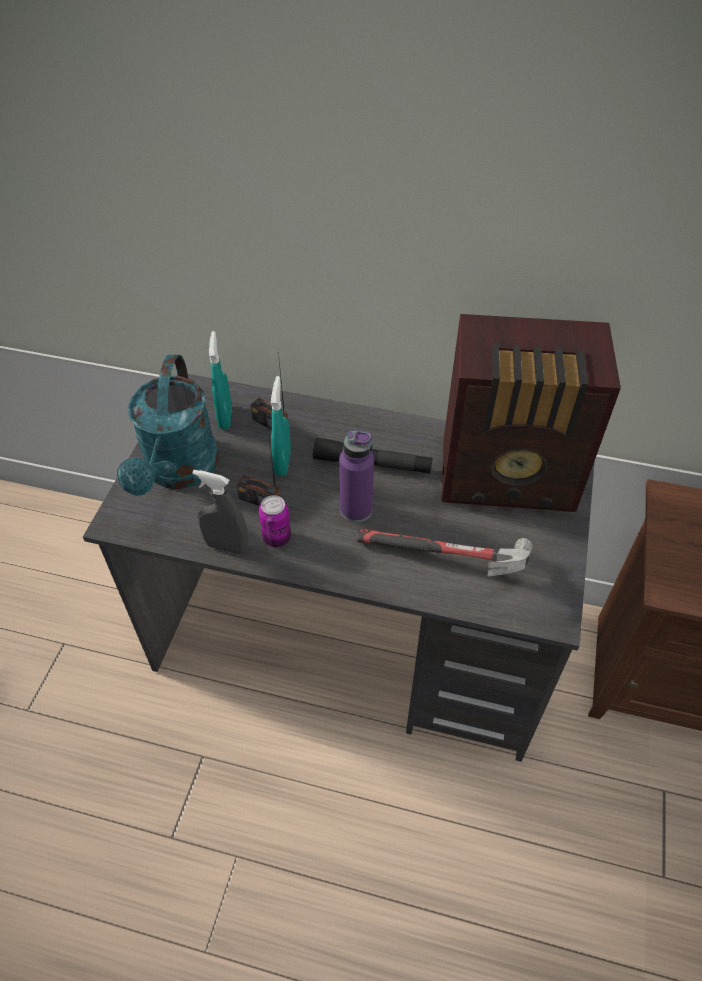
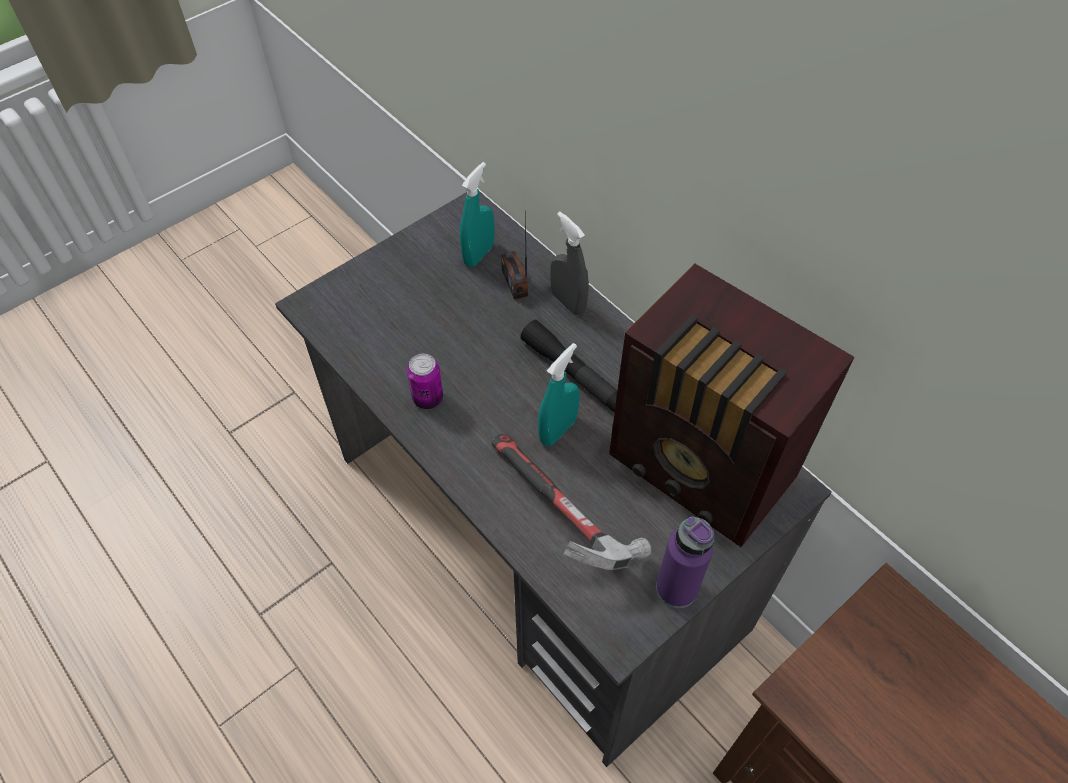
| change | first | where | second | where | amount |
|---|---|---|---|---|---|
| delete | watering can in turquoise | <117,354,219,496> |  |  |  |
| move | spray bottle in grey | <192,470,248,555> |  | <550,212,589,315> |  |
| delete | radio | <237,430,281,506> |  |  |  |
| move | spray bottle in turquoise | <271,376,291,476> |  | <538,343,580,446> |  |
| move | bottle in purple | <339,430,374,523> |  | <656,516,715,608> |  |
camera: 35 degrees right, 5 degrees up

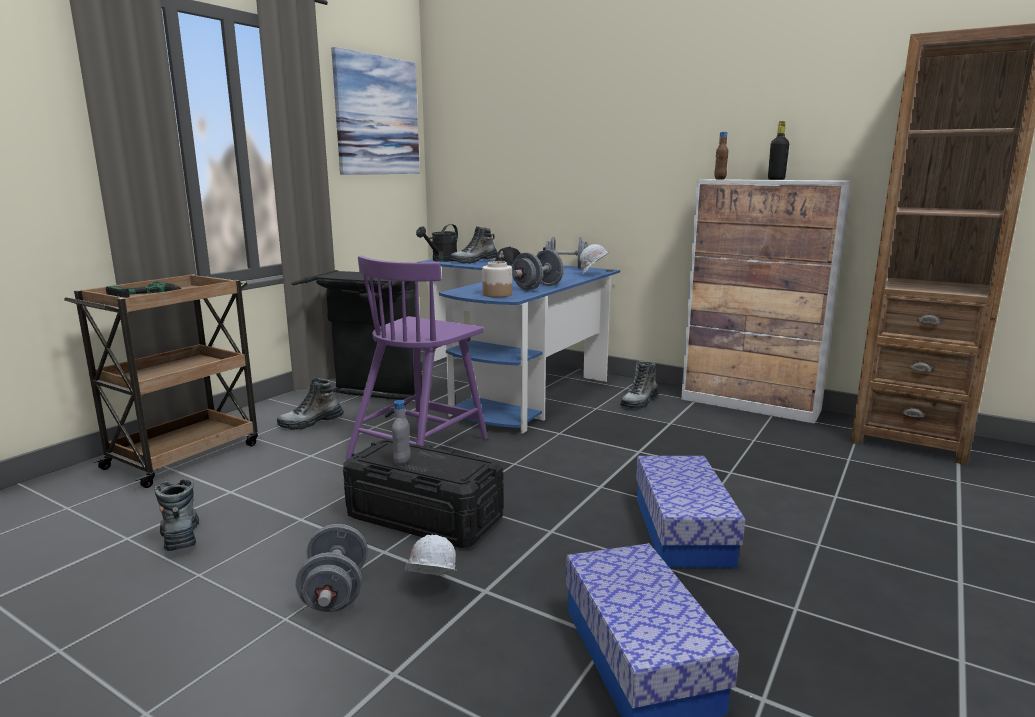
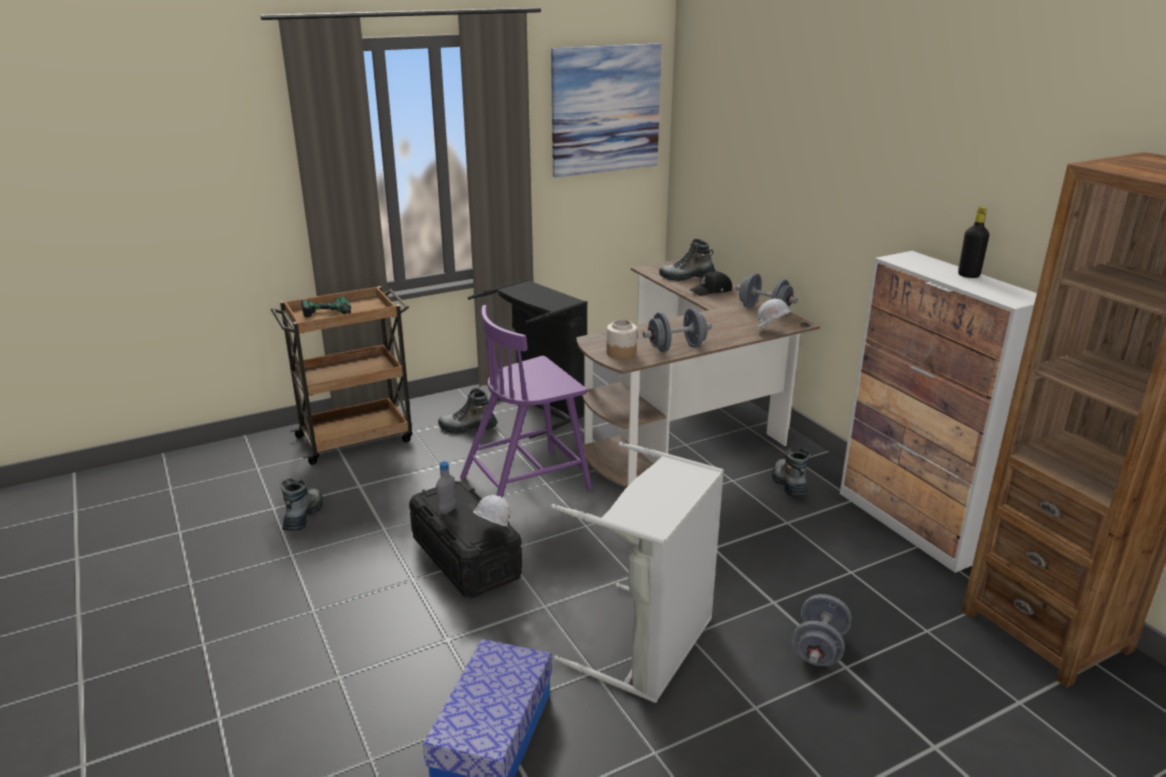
| change | first | where | second | where | amount |
|---|---|---|---|---|---|
| move | dumbbell in grey | <296,524,368,612> |  | <792,594,852,666> |  |
| move | hard hat in white | <405,535,456,576> |  | <473,495,511,527> |  |
| delete | watering can in black | <416,224,458,262> |  |  |  |
| recolor | desk in blue | <419,259,620,434> | desk in brown | <576,259,820,487> |  |
| rotate | boot | <620,360,659,409> |  | <772,448,810,497> | 105 degrees clockwise |
| replace | storage box | <636,456,745,568> | laundry basket in grey | <551,442,724,703> |  |
| delete | bottle in brown | <714,132,728,180> |  |  |  |
camera: 30 degrees right, 10 degrees up

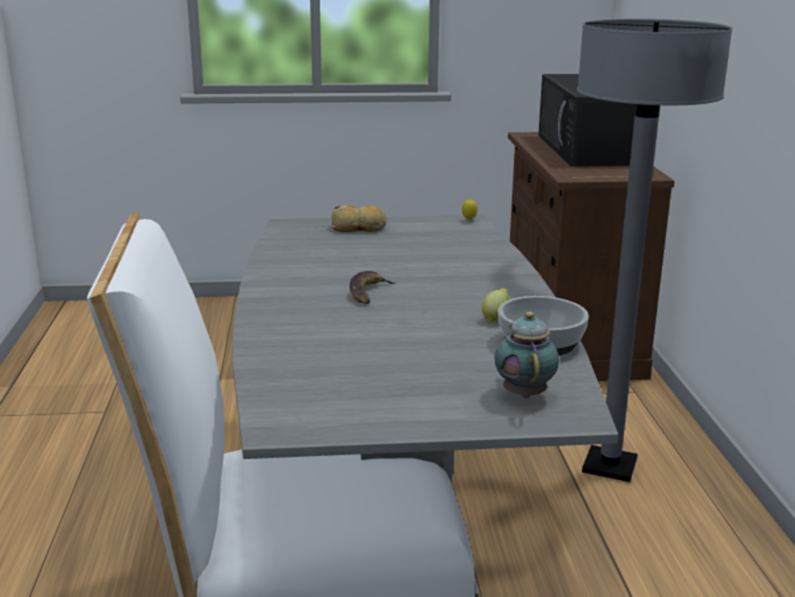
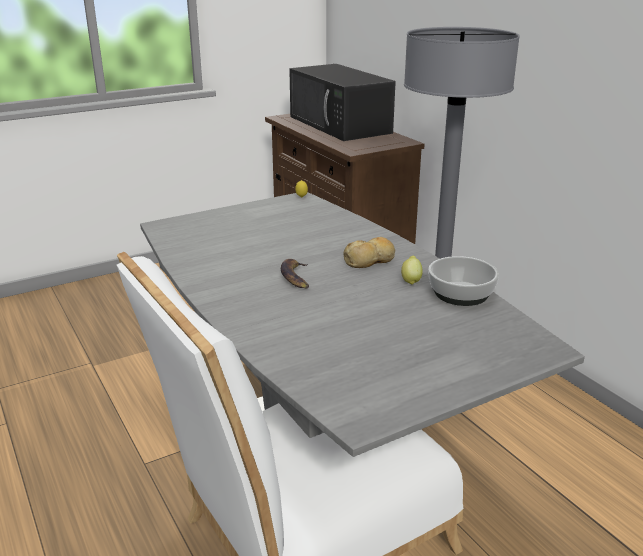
| change | first | where | second | where | amount |
|---|---|---|---|---|---|
| move | bread | <331,205,387,232> |  | <343,237,395,268> |  |
| delete | teapot | <494,312,559,398> |  |  |  |
camera: 25 degrees left, 5 degrees up

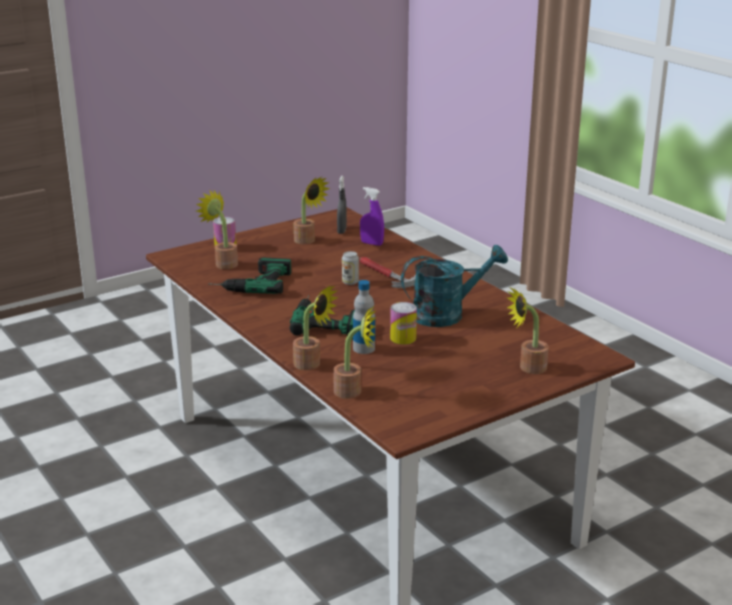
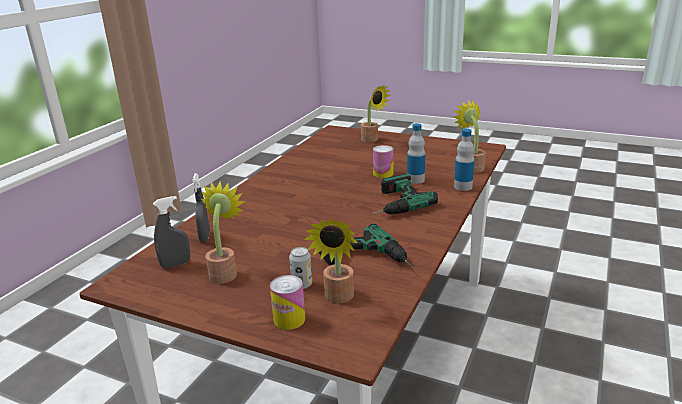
| change | first | where | second | where | amount |
|---|---|---|---|---|---|
| replace | potted plant | <293,285,339,370> | bottle | <454,129,474,191> |  |
| move | can | <342,251,359,285> |  | <289,247,312,289> |  |
| recolor | spray bottle in purple | <360,187,384,246> | spray bottle in grey | <192,173,210,242> |  |
| delete | hammer | <360,257,416,288> |  |  |  |
| delete | watering can in turquoise | <401,245,508,327> |  |  |  |
camera: 120 degrees left, 0 degrees up

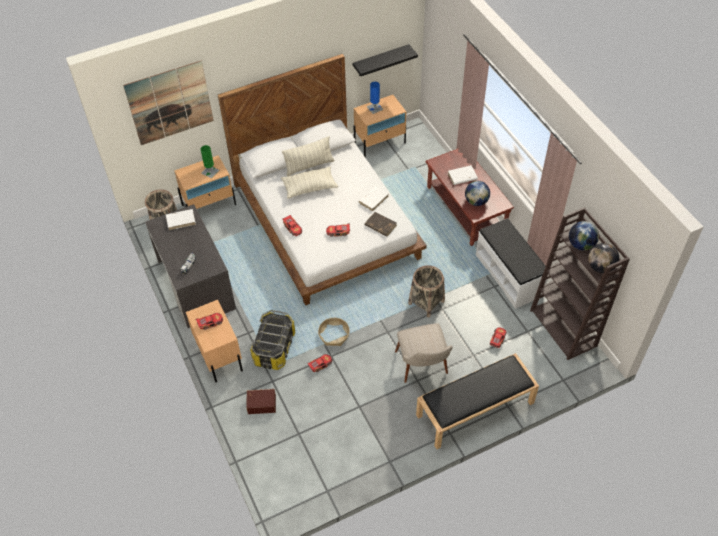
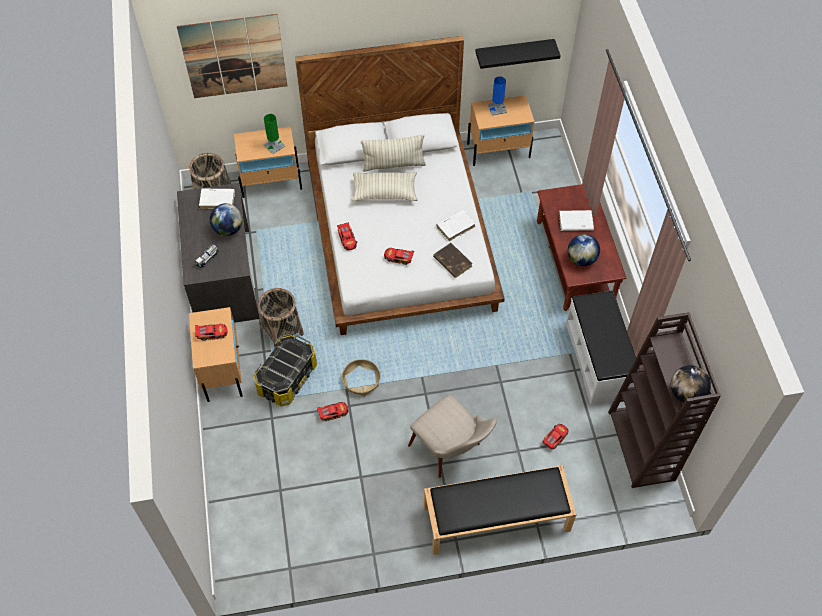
| change | first | where | second | where | amount |
|---|---|---|---|---|---|
| delete | storage box in brown | <246,389,276,414> |  |  |  |
| rotate | chair in beige | <395,323,453,383> |  | <408,394,497,478> | 45 degrees counterclockwise |
| move | basket | <408,265,445,317> |  | <258,288,304,348> |  |
| move | globe | <569,221,599,250> |  | <210,203,243,236> |  |
camera: 15 degrees right, 5 degrees up

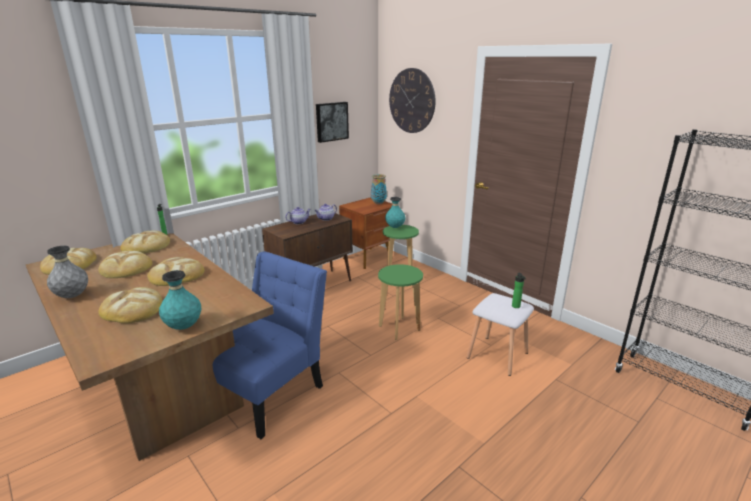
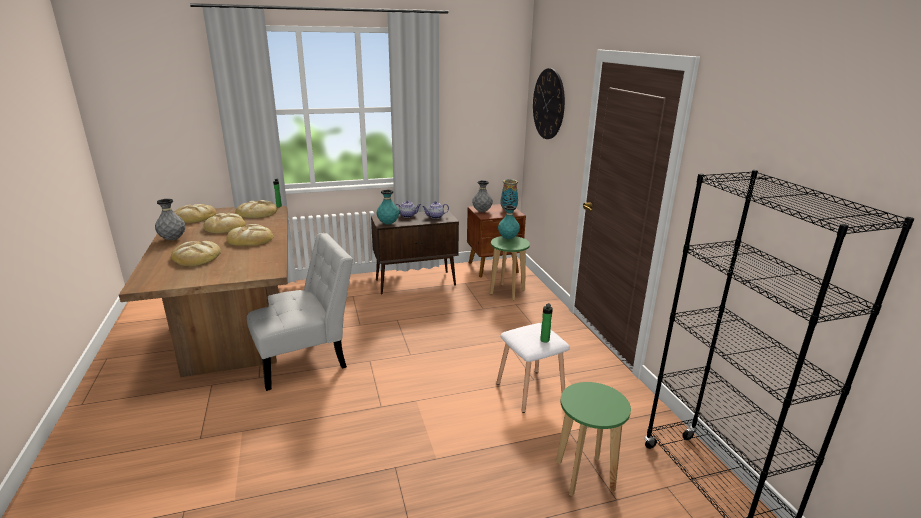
| change | first | where | second | where | amount |
|---|---|---|---|---|---|
| move | vase in turquoise | <159,270,201,330> |  | <376,190,399,224> |  |
| recolor | chair in blue | <213,251,327,439> | chair in white | <247,233,353,391> |  |
| delete | picture | <316,102,349,143> |  |  |  |
| move | stool in green | <378,264,423,340> |  | <556,382,631,496> |  |
| insert |  |  | vase in grey | <472,180,493,212> |  |
camera: 25 degrees right, 0 degrees up

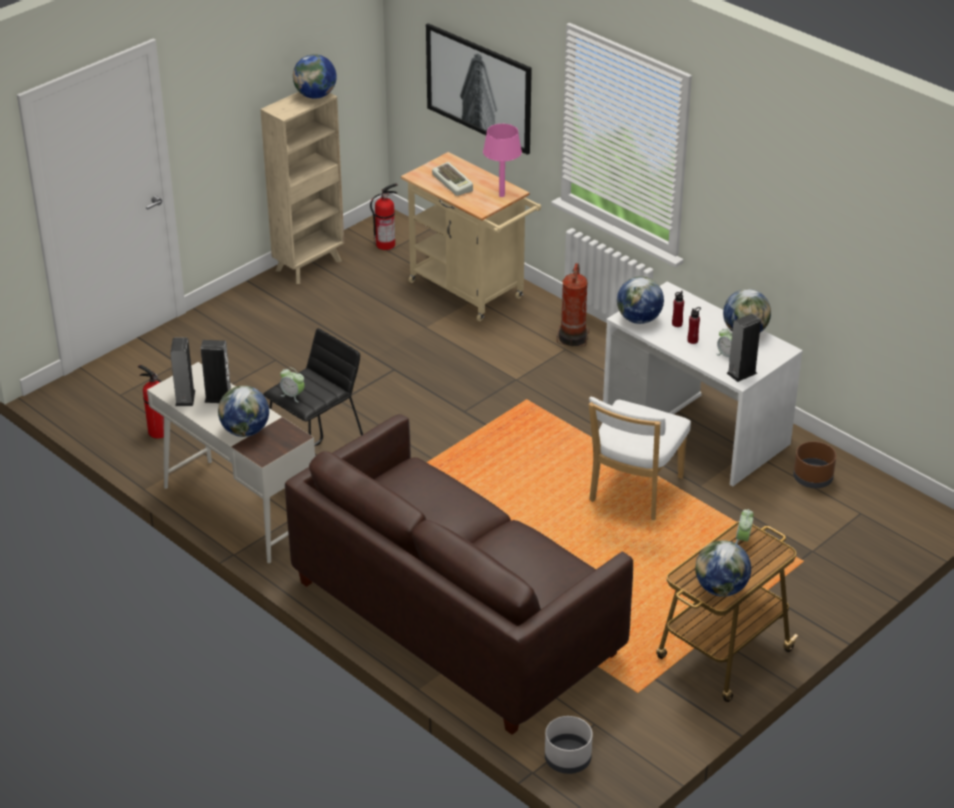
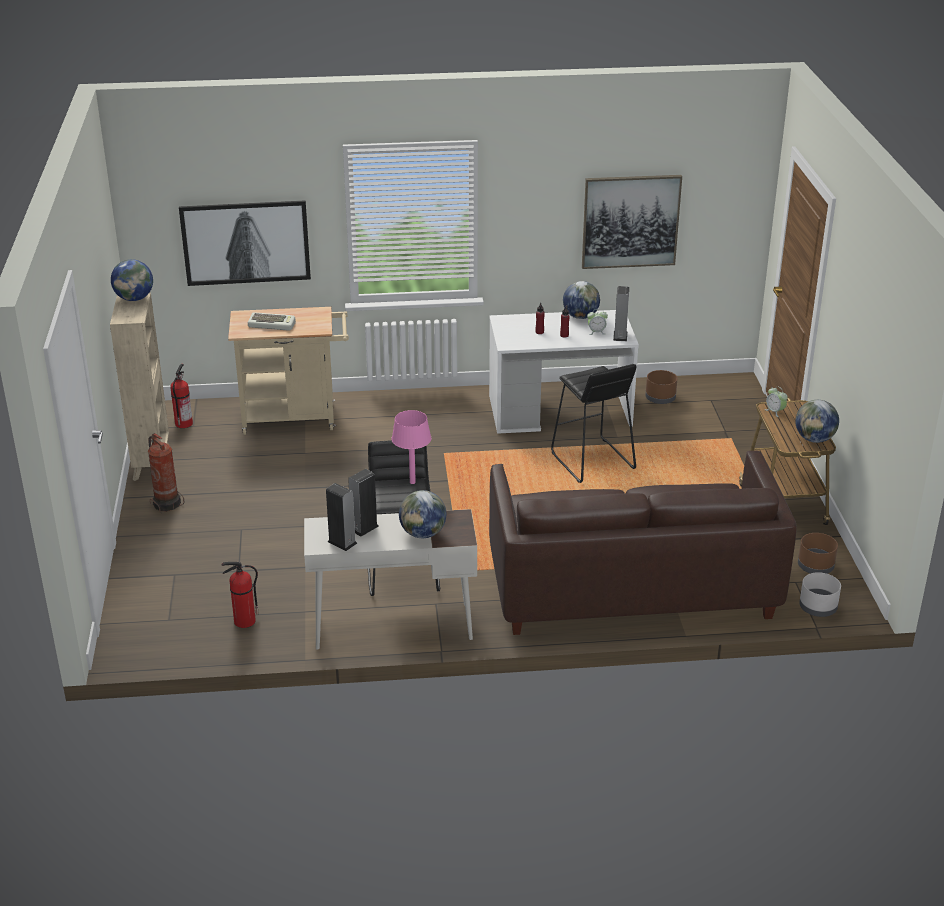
| change | first | where | second | where | amount |
|---|---|---|---|---|---|
| delete | alarm clock | <280,368,305,403> |  |  |  |
| move | table lamp in pink | <483,124,522,197> |  | <392,410,431,484> |  |
| move | fire extinguisher | <557,263,589,346> |  | <148,433,185,513> |  |
| replace | chair in white | <589,397,691,520> | stool in black | <551,364,636,483> |  |
| delete | globe | <617,276,664,324> |  |  |  |
| insert |  |  | picture | <582,175,682,269> |  |
| insert |  |  | planter in brown | <798,533,838,574> |  |
camera: 50 degrees left, 5 degrees down

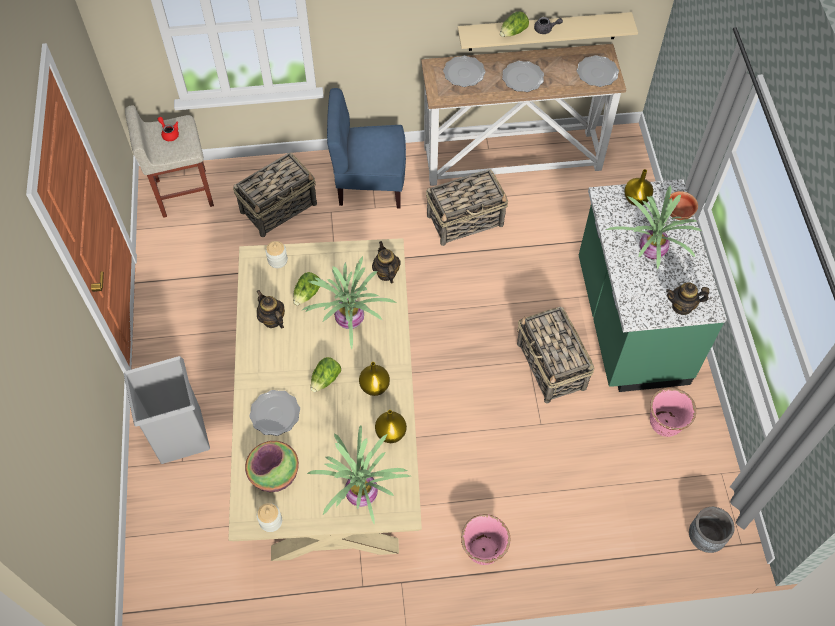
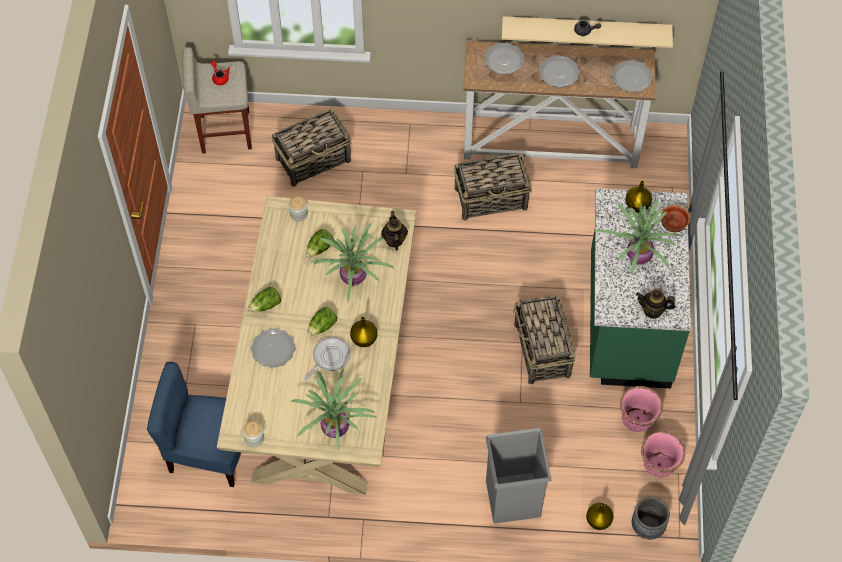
| change | first | where | second | where | amount |
|---|---|---|---|---|---|
| move | trash can in grey | <124,356,210,464> |  | <486,428,551,524> |  |
| delete | bowl | <245,441,299,492> |  |  |  |
| delete | teapot | <257,290,285,329> |  |  |  |
| move | chair in blue | <327,88,406,209> |  | <147,362,241,487> |  |
| move | vase in yellow | <375,410,407,443> |  | <586,503,613,530> |  |
| move | planter in pink | <461,514,511,565> |  | <641,431,685,477> |  |
| move | lettuce | <500,11,529,37> |  | <248,287,281,312> |  |
| insert |  |  | frying pan | <304,337,350,380> |  |
camera: 10 degrees right, 0 degrees up

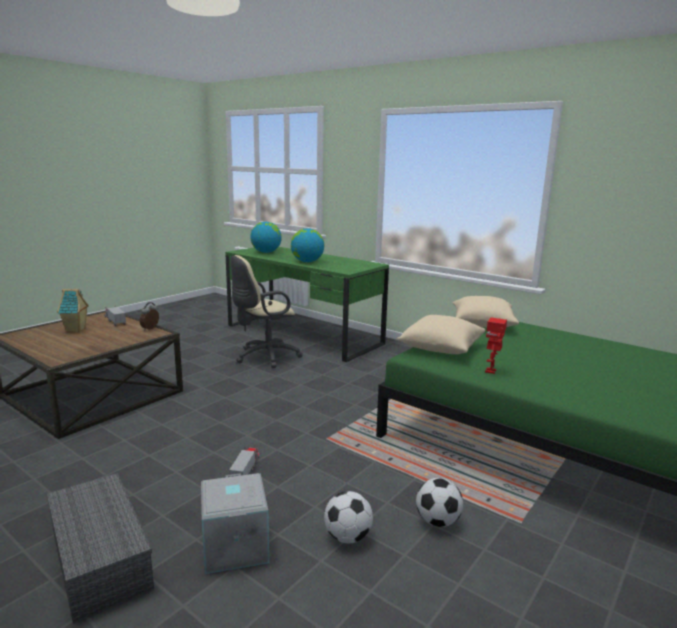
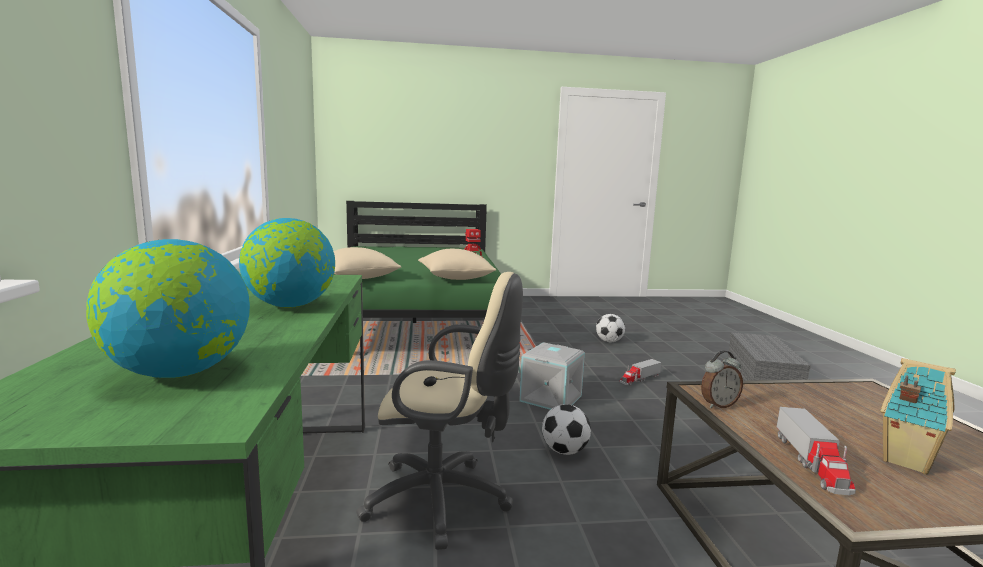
| change | first | where | second | where | amount |
|---|---|---|---|---|---|
| move | storage box in grey | <201,473,269,574> |  | <519,343,585,410> |  |
| move | football | <416,478,463,527> |  | <542,404,591,455> |  |
camera: 135 degrees left, 5 degrees down

